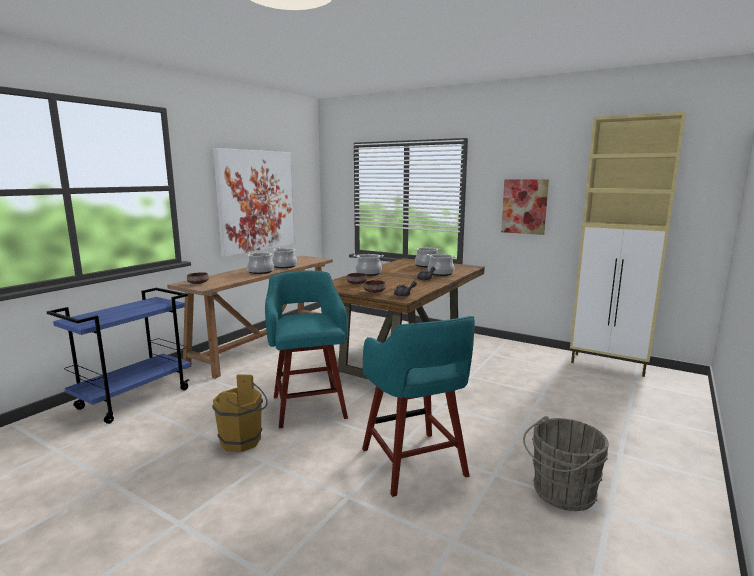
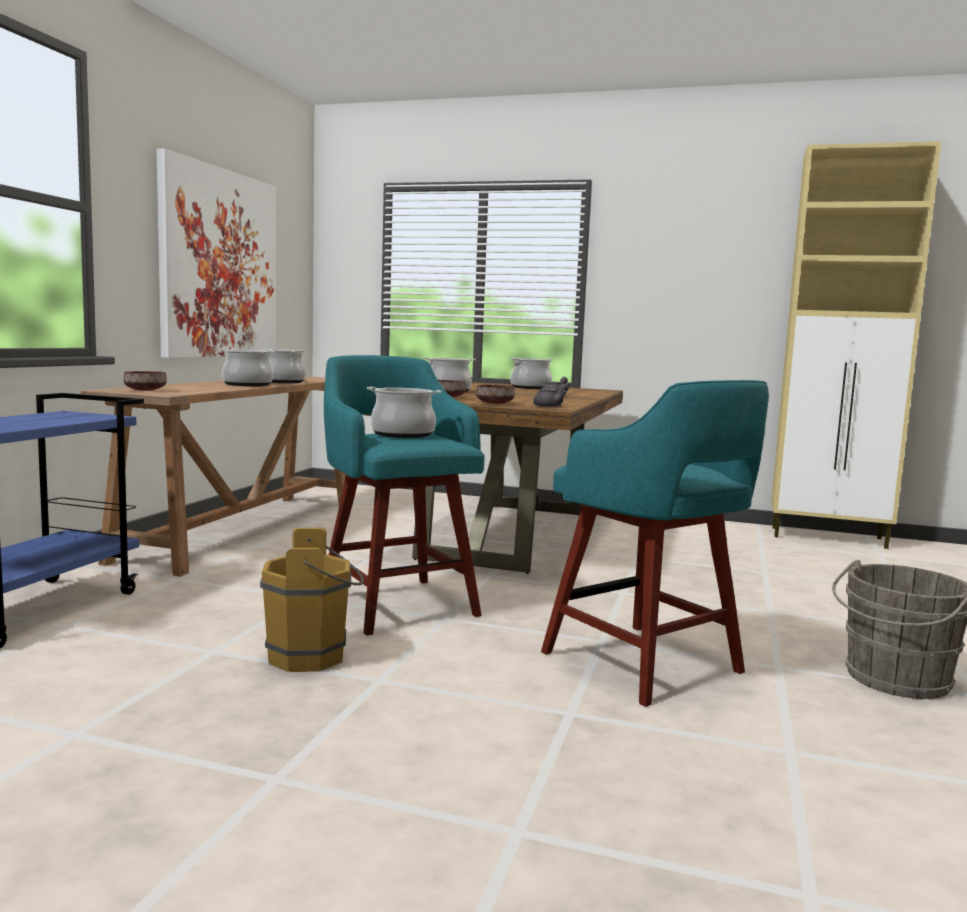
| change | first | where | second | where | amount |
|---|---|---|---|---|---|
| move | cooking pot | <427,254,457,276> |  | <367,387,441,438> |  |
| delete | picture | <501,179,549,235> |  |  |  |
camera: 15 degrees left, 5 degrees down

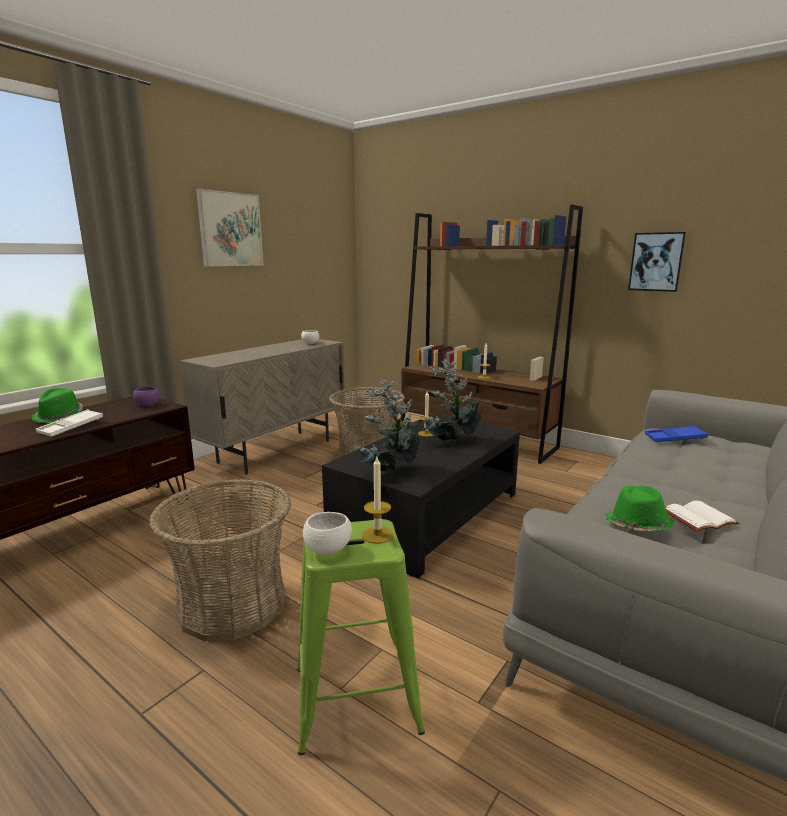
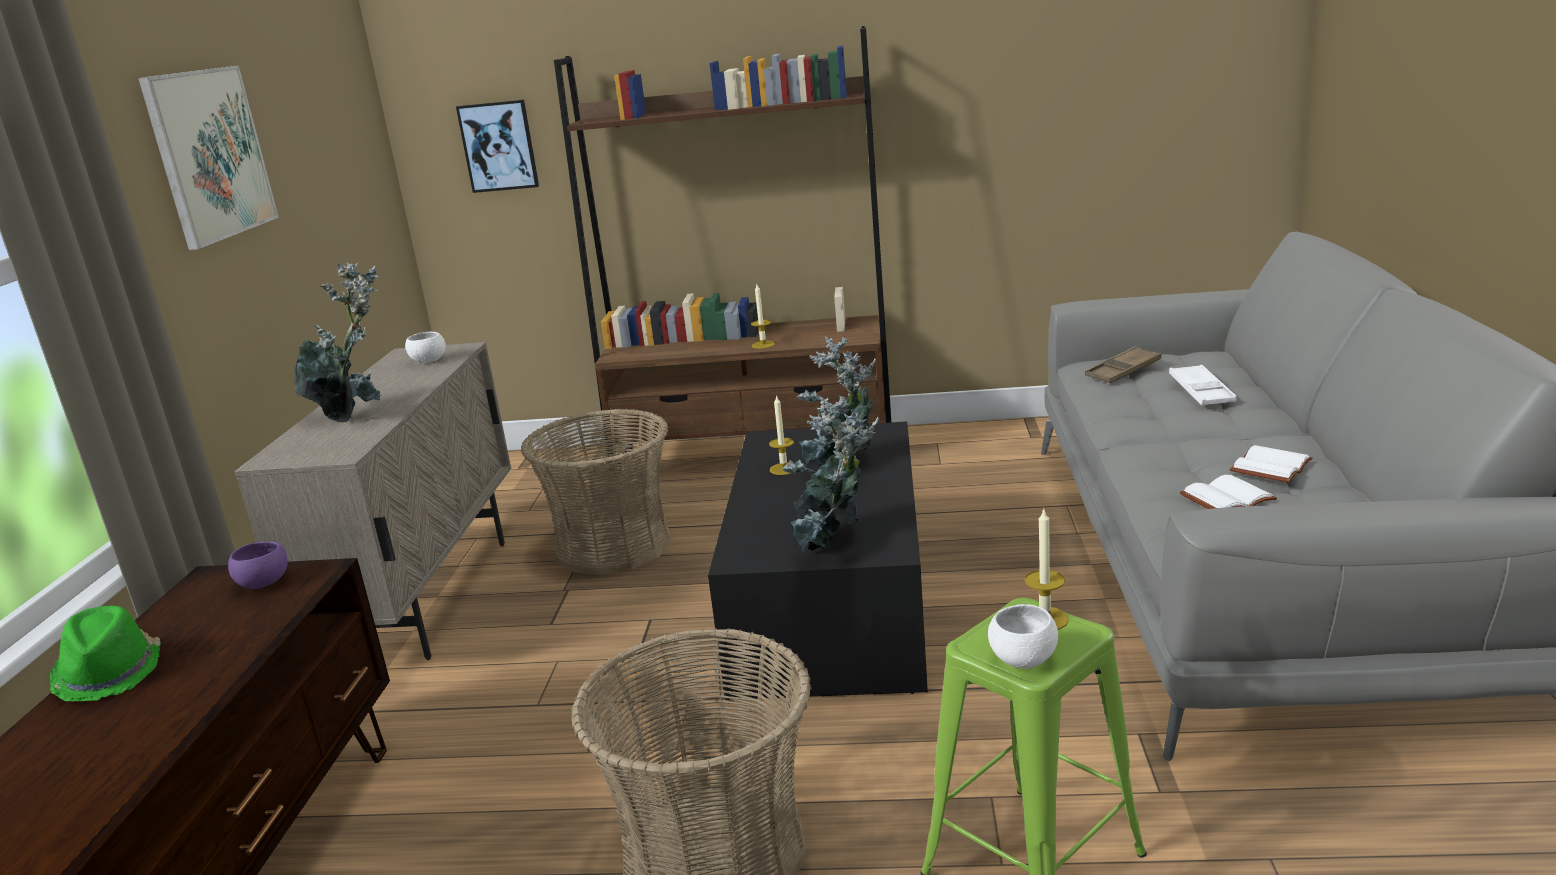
| change | first | where | second | where | amount |
|---|---|---|---|---|---|
| move | tray in white | <35,409,103,437> |  | <1169,365,1237,405> |  |
| replace | hat in green | <606,486,674,531> | book in white | <1180,475,1277,509> |  |
| move | picture | <628,232,686,292> |  | <456,100,539,193> |  |
| recolor | tray in blue | <645,426,708,442> | tray in brown | <1085,346,1161,383> |  |
| insert |  |  | potted plant | <294,262,380,423> |  |
camera: 30 degrees left, 5 degrees up

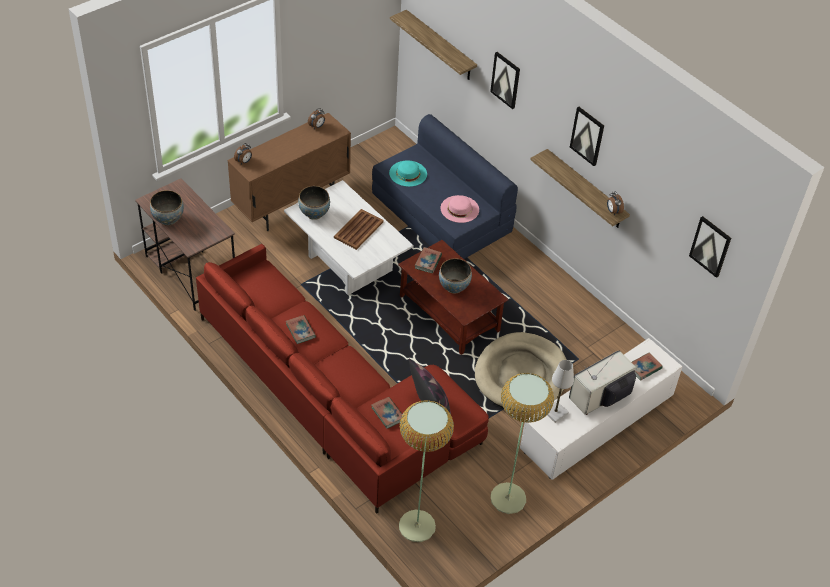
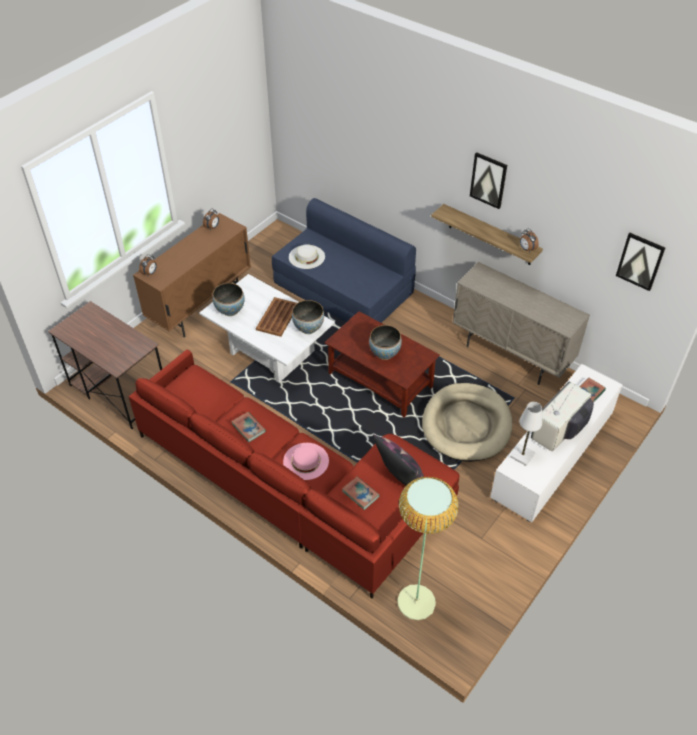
| change | first | where | second | where | amount |
|---|---|---|---|---|---|
| move | bowl | <150,190,184,225> |  | <292,300,324,334> |  |
| recolor | hat in turquoise | <389,161,427,187> | hat in white | <289,244,325,269> |  |
| delete | shelf | <390,10,477,80> |  |  |  |
| delete | book | <415,247,442,273> |  |  |  |
| move | hat in pink | <441,195,479,223> |  | <283,443,329,480> |  |
| delete | picture | <490,52,520,109> |  |  |  |
| delete | floor lamp | <490,373,554,514> |  |  |  |
| insert |  |  | cabinet in beige | <452,262,590,385> |  |
camera: 10 degrees left, 0 degrees up

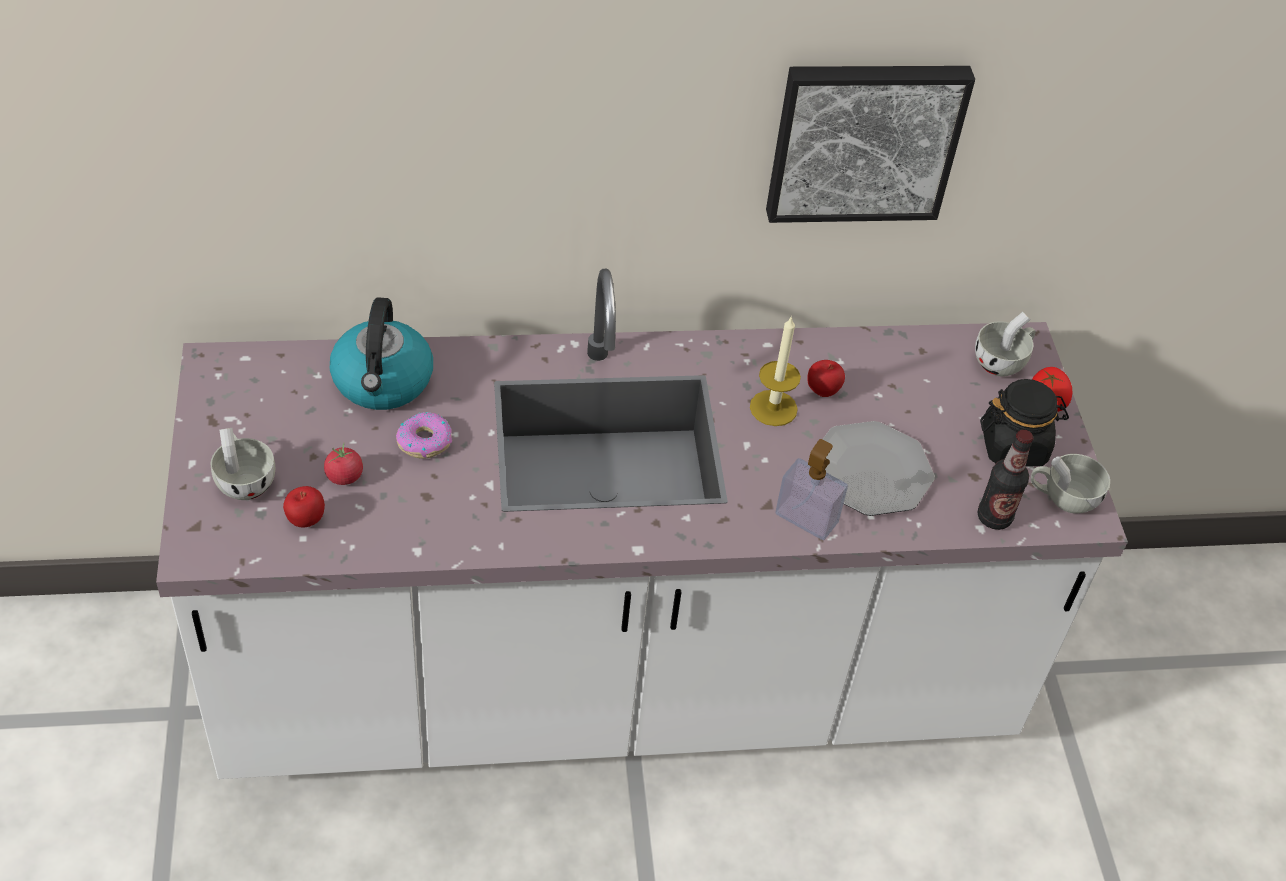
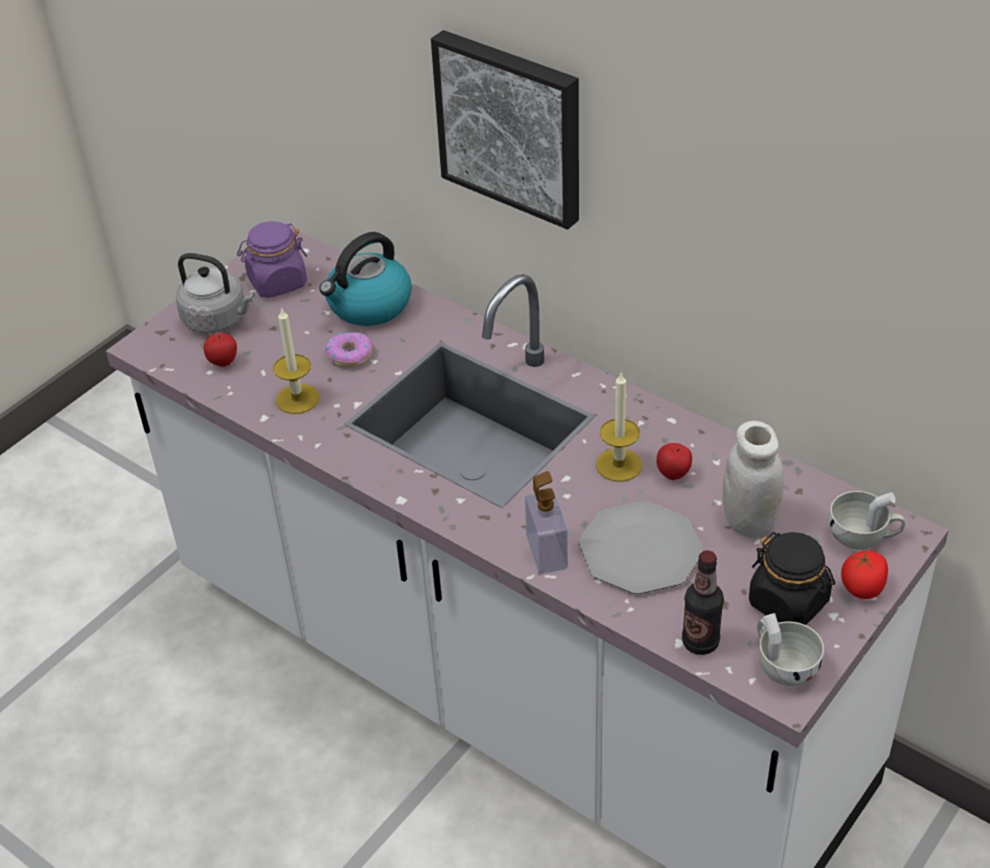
| change | first | where | second | where | amount |
|---|---|---|---|---|---|
| replace | cup in white | <211,428,276,500> | kettle in grey | <176,253,255,333> |  |
| delete | tomato | <324,443,363,485> |  |  |  |
| move | picture | <766,66,975,223> |  | <431,30,579,230> |  |
| insert |  |  | jar in purple | <237,221,307,298> |  |
| insert |  |  | candle | <273,307,319,414> |  |
| insert |  |  | jar in white | <723,421,784,537> |  |
camera: 50 degrees right, 5 degrees down

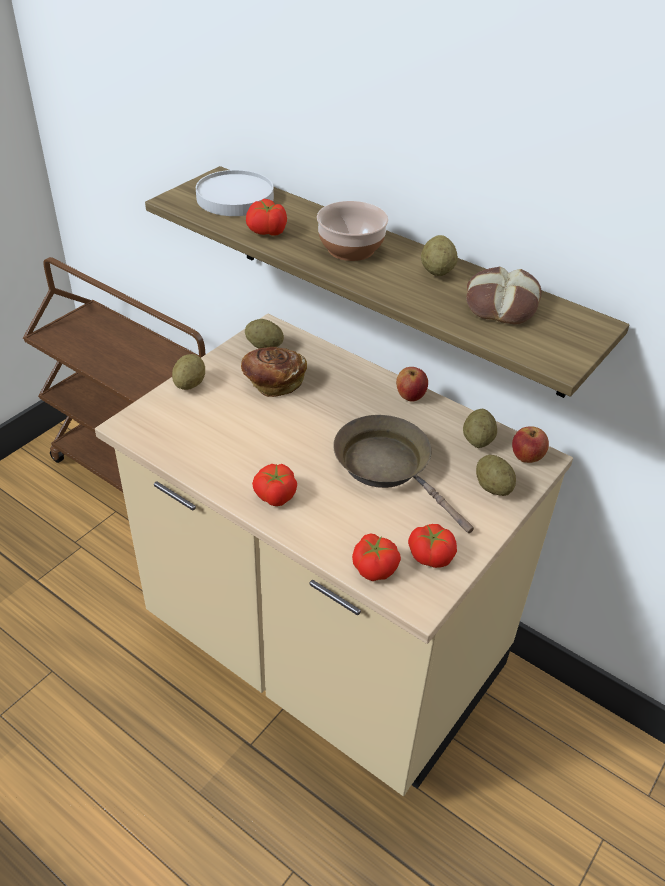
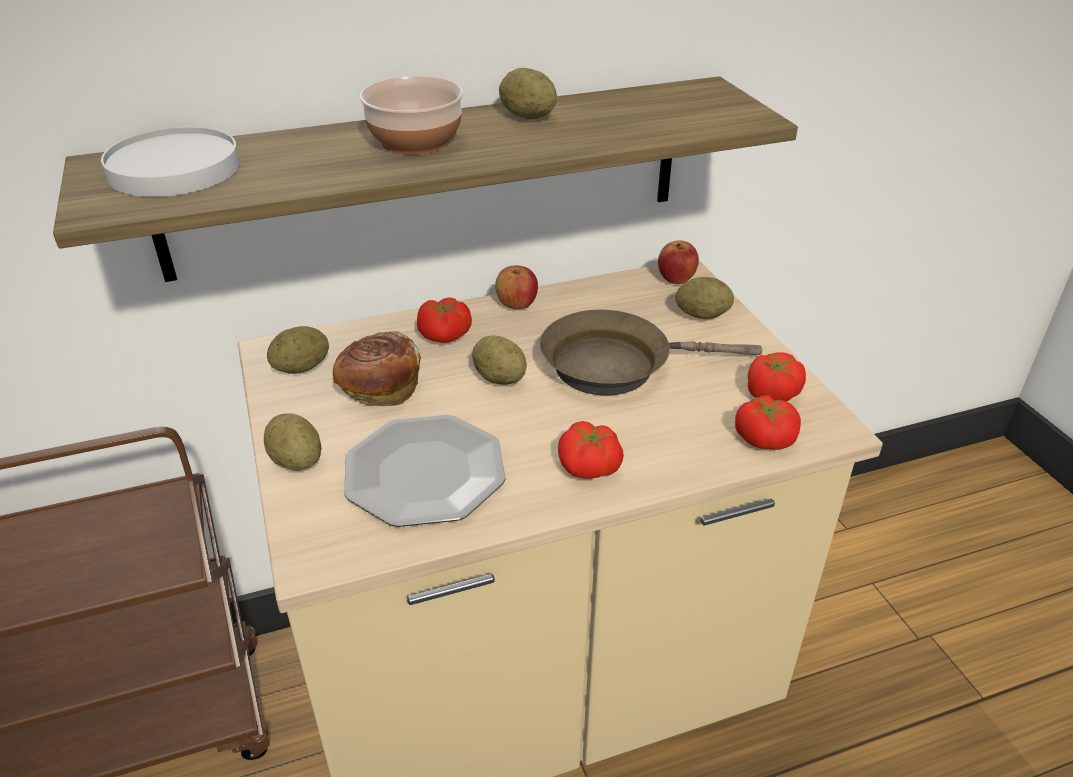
| change | first | where | second | where | amount |
|---|---|---|---|---|---|
| move | tomato | <246,199,287,236> |  | <417,297,472,343> |  |
| move | potato | <463,409,497,448> |  | <472,335,527,385> |  |
| delete | bread | <466,267,542,325> |  |  |  |
| insert |  |  | plate | <344,415,506,527> |  |
camera: 55 degrees left, 5 degrees down

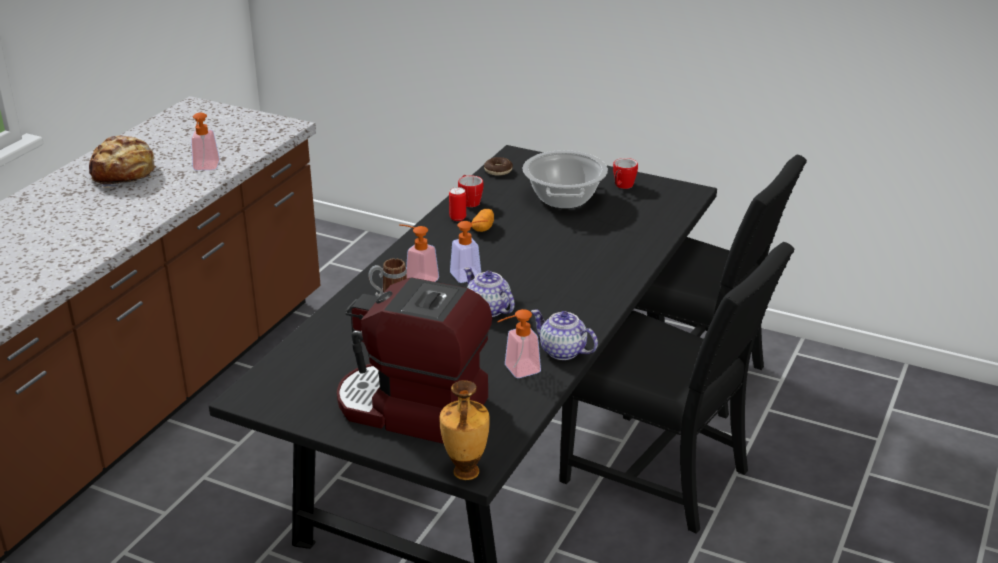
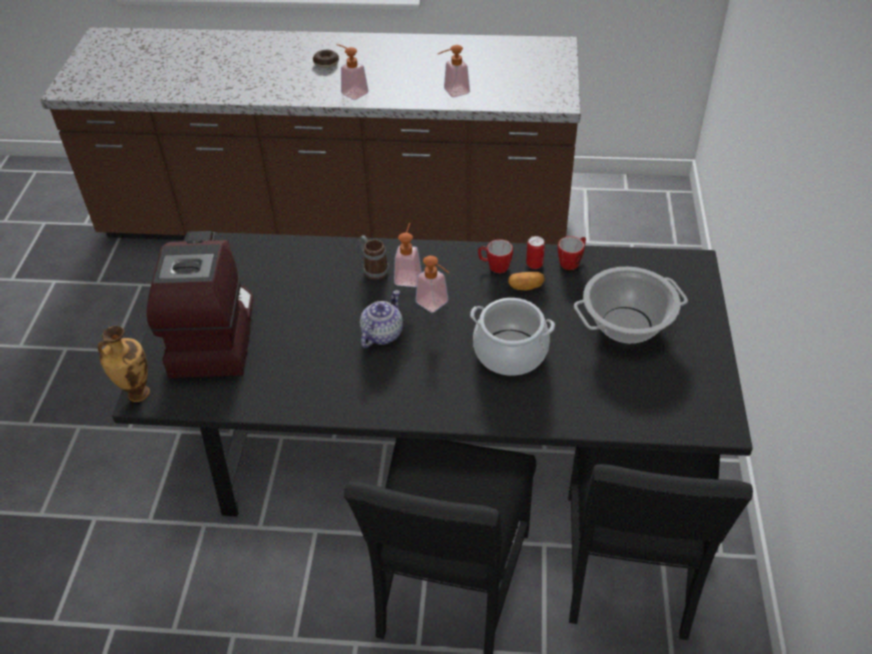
| change | first | where | second | where | amount |
|---|---|---|---|---|---|
| delete | bread | <89,135,156,188> |  |  |  |
| move | donut | <484,157,513,176> |  | <313,50,339,68> |  |
| move | soap dispenser | <497,309,541,378> |  | <336,44,369,100> |  |
| delete | teapot | <531,309,598,360> |  |  |  |
| move | mug | <613,158,638,189> |  | <478,239,513,273> |  |
| insert |  |  | cooking pot | <470,298,555,376> |  |
camera: 70 degrees right, 15 degrees up

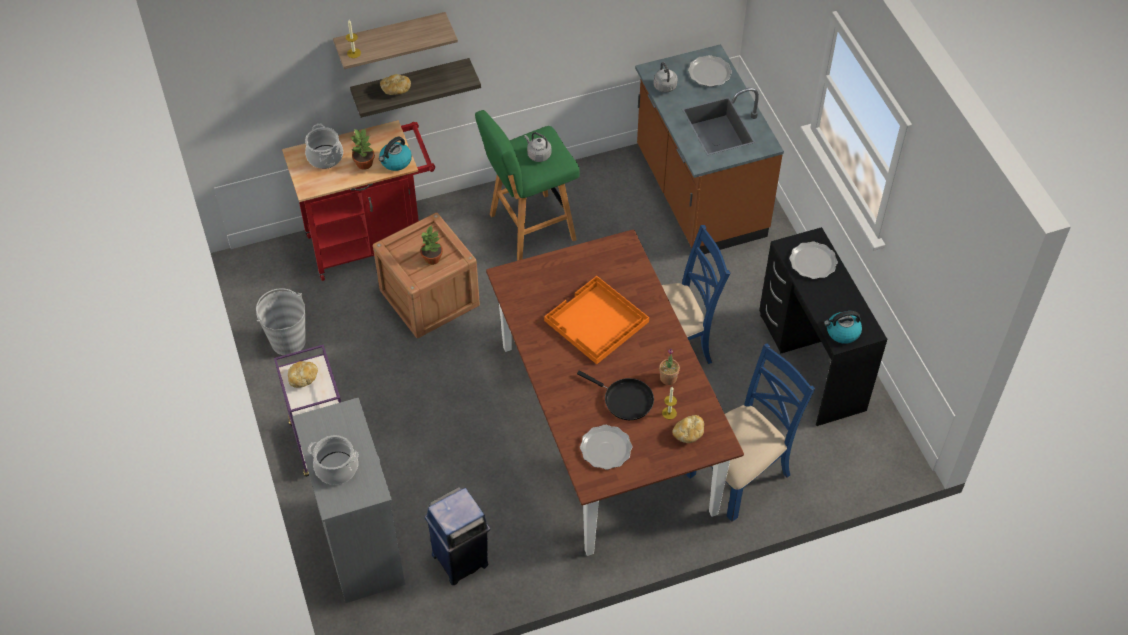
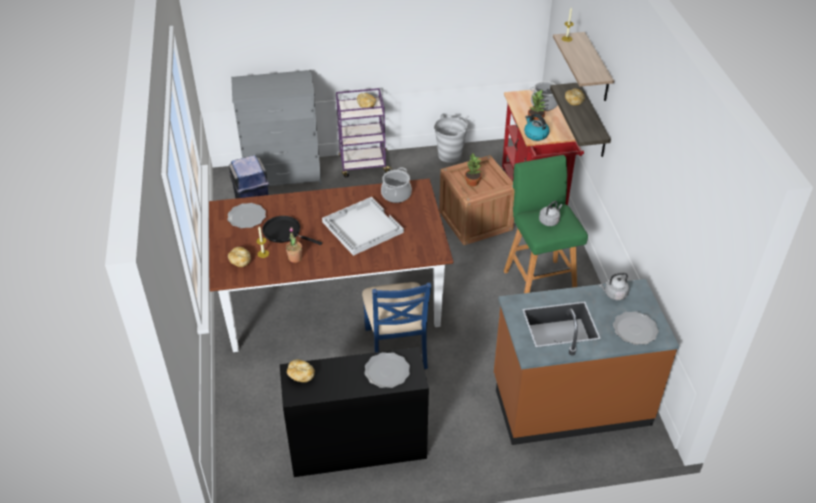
| change | first | where | second | where | amount |
|---|---|---|---|---|---|
| move | cooking pot | <308,435,359,485> |  | <381,167,412,203> |  |
| recolor | tray in orange | <544,276,649,364> | tray in white | <322,197,404,256> |  |
| rotate | frying pan in black | <577,371,654,420> |  | <262,216,322,245> | 75 degrees clockwise |
| delete | chair in blue | <686,343,815,522> |  |  |  |
| replace | kettle | <824,311,862,344> | bread | <287,359,315,382> |  |
camera: 100 degrees right, 10 degrees down

